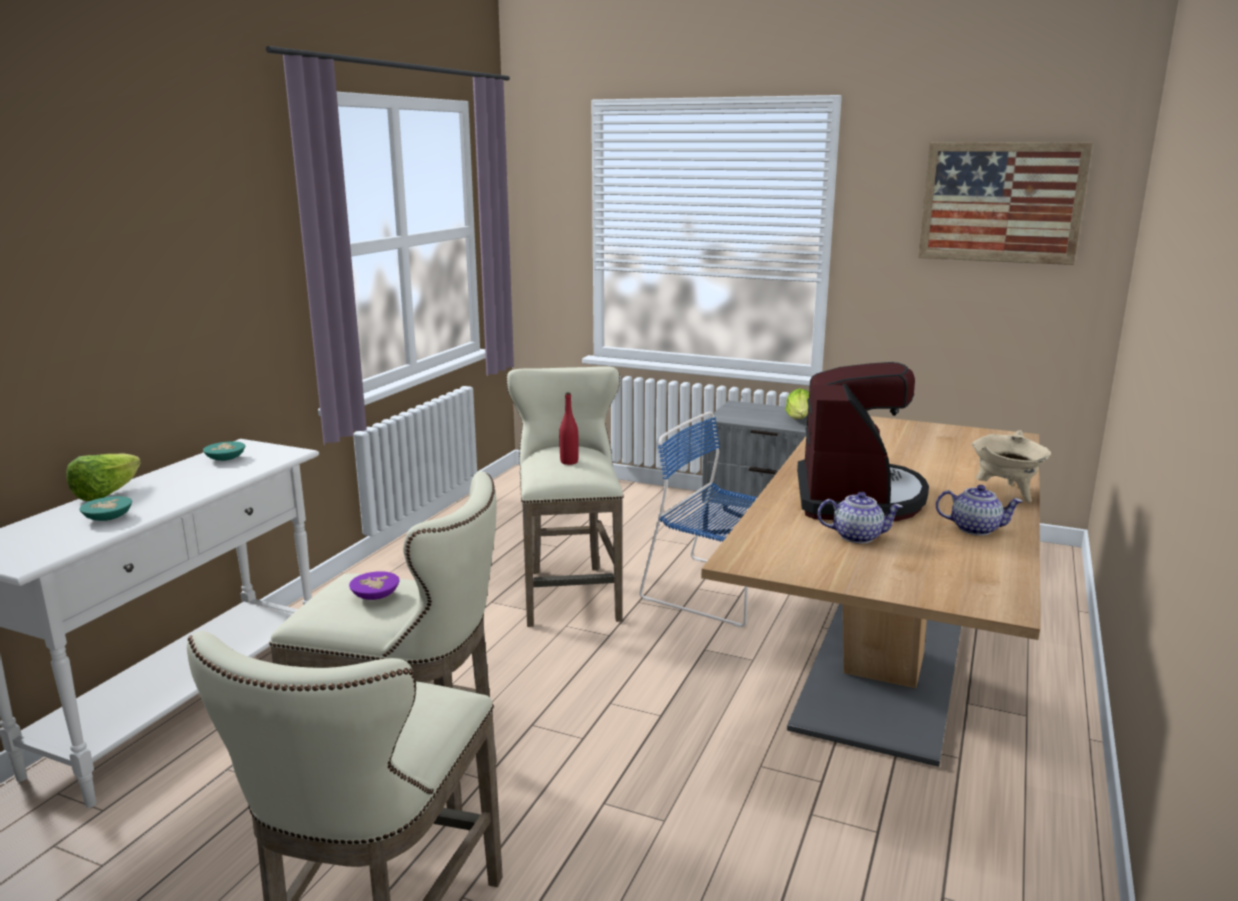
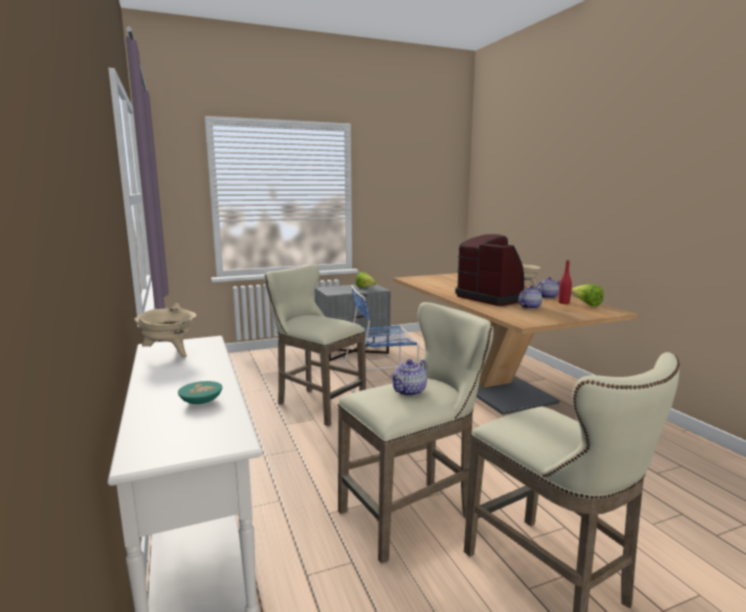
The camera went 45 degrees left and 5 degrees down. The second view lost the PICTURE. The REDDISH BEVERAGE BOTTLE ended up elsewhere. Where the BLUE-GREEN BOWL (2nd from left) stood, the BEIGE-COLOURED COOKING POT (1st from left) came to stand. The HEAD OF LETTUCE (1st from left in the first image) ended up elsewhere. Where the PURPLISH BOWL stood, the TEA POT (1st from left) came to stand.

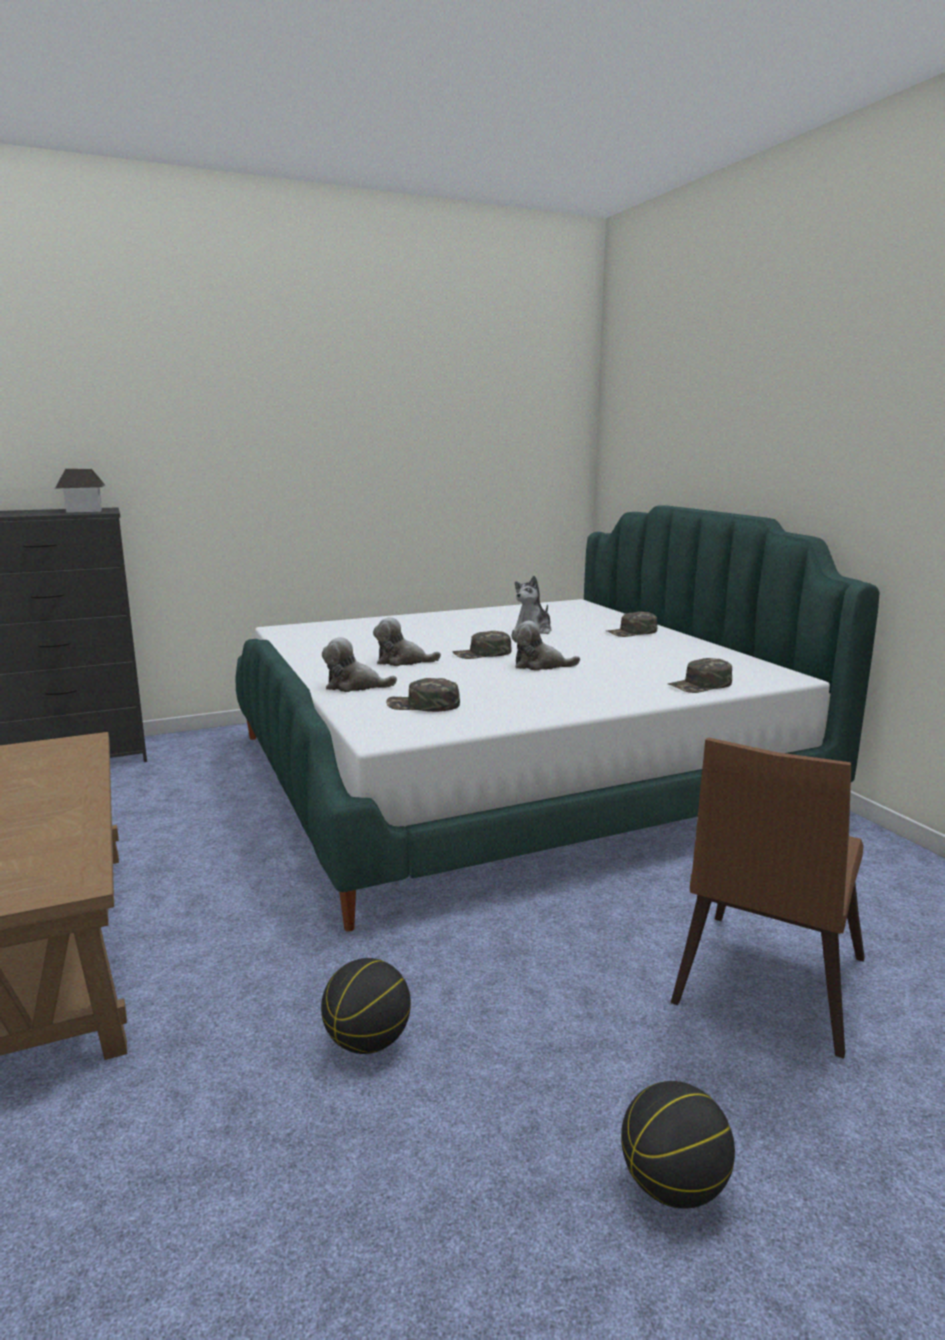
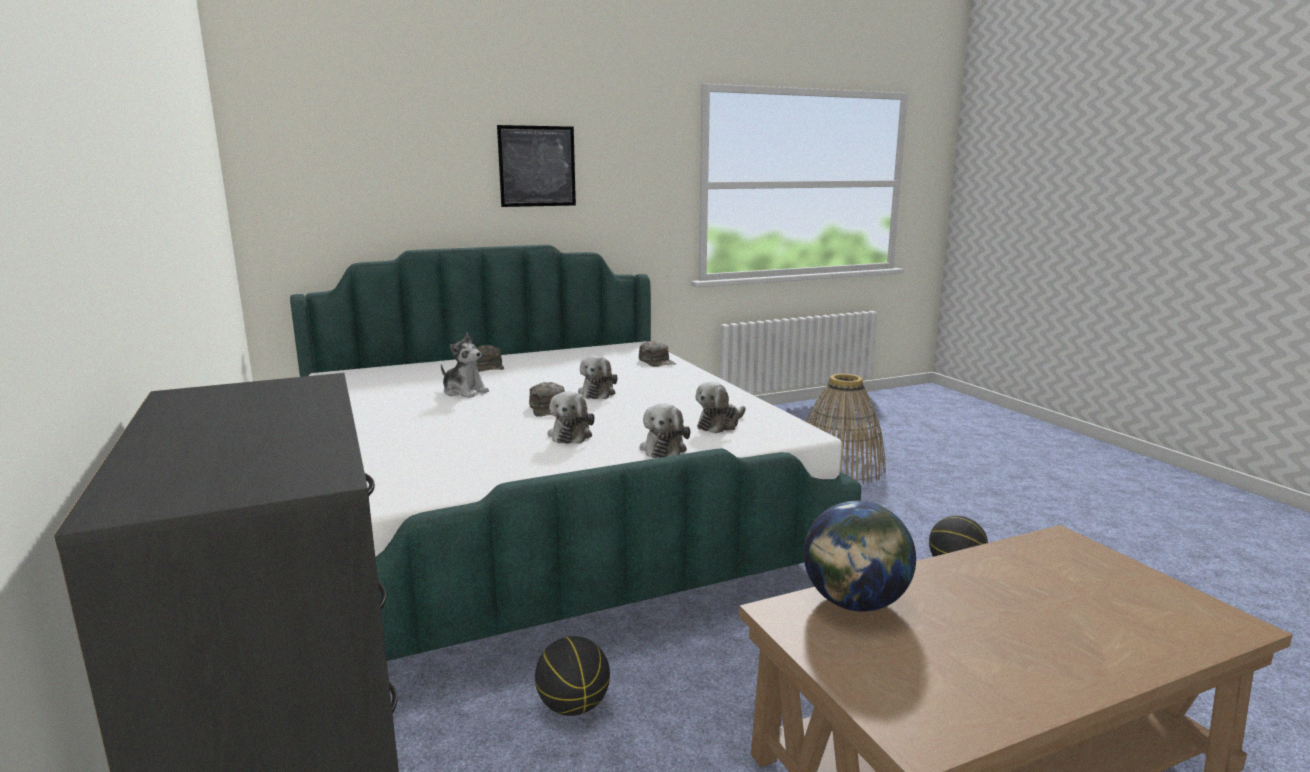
The camera went 90 degrees left and 0 degrees up. The second view lost the TOY HOUSE. Where the GREEN PEAKED CAP (1st from left) stood, the CUDDLY TOY (5th from left) came to stand. Where the BROWNISH CHAIR stood, the BASKET came to stand. The BASKETBALL BALL (2nd from left in the first image) ended up elsewhere. The second view gained the PICTURE. The second view gained the DESK GLOBE.

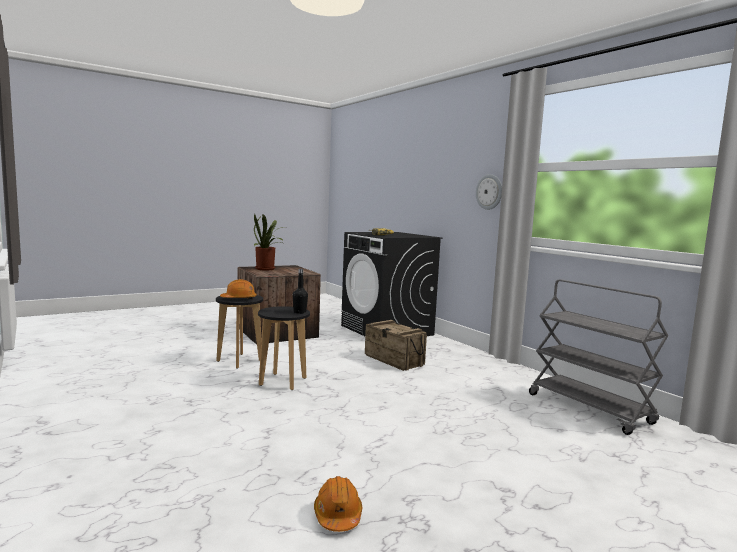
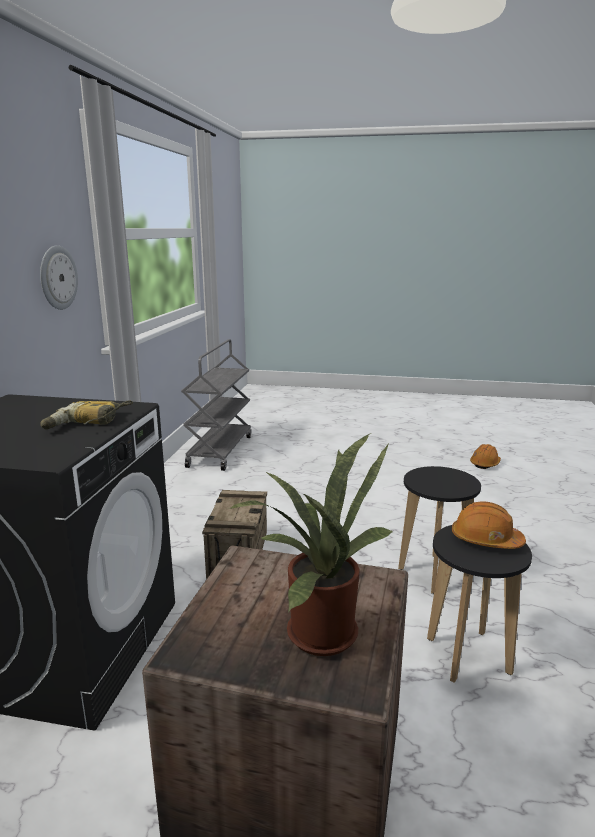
The camera went 135 degrees left and 10 degrees up. The second view lost the BLACKISH BEVERAGE BOTTLE.

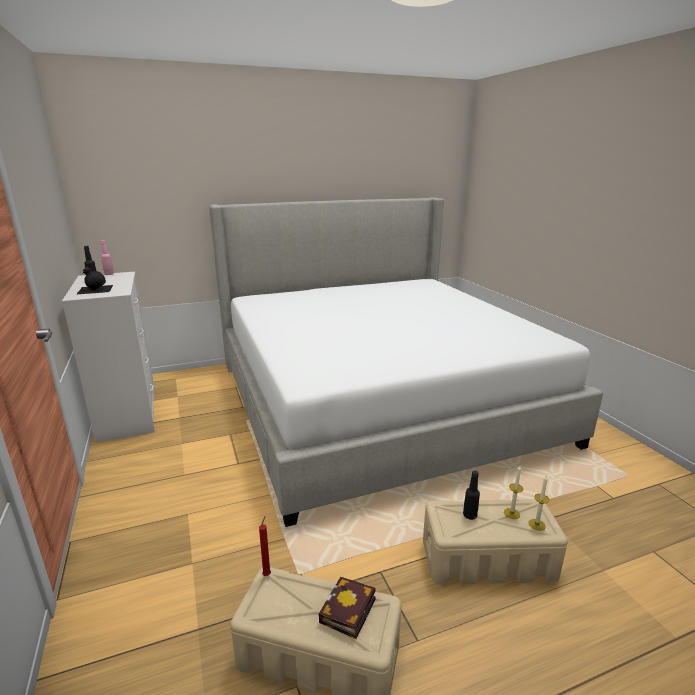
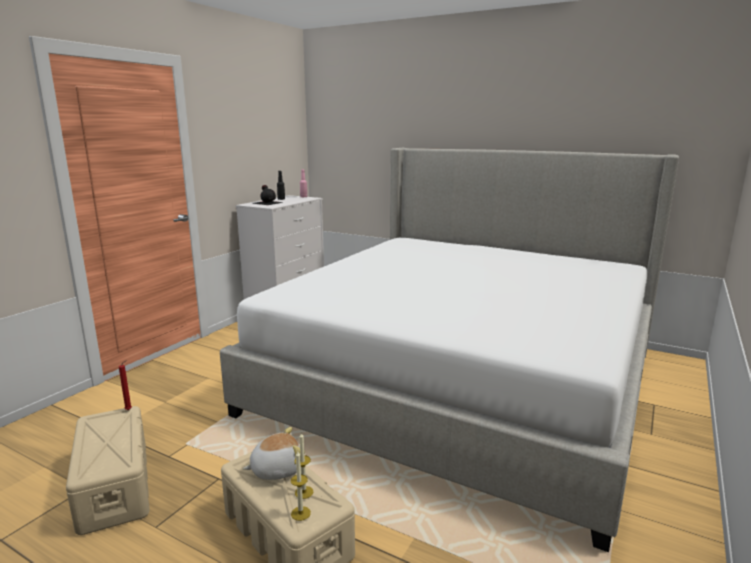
The camera went 50 degrees right and 5 degrees down. Where the BLACKISH BEVERAGE BOTTLE (3rd from left) stood, the CUDDLY TOY came to stand. The second view lost the BOUND BOOK.

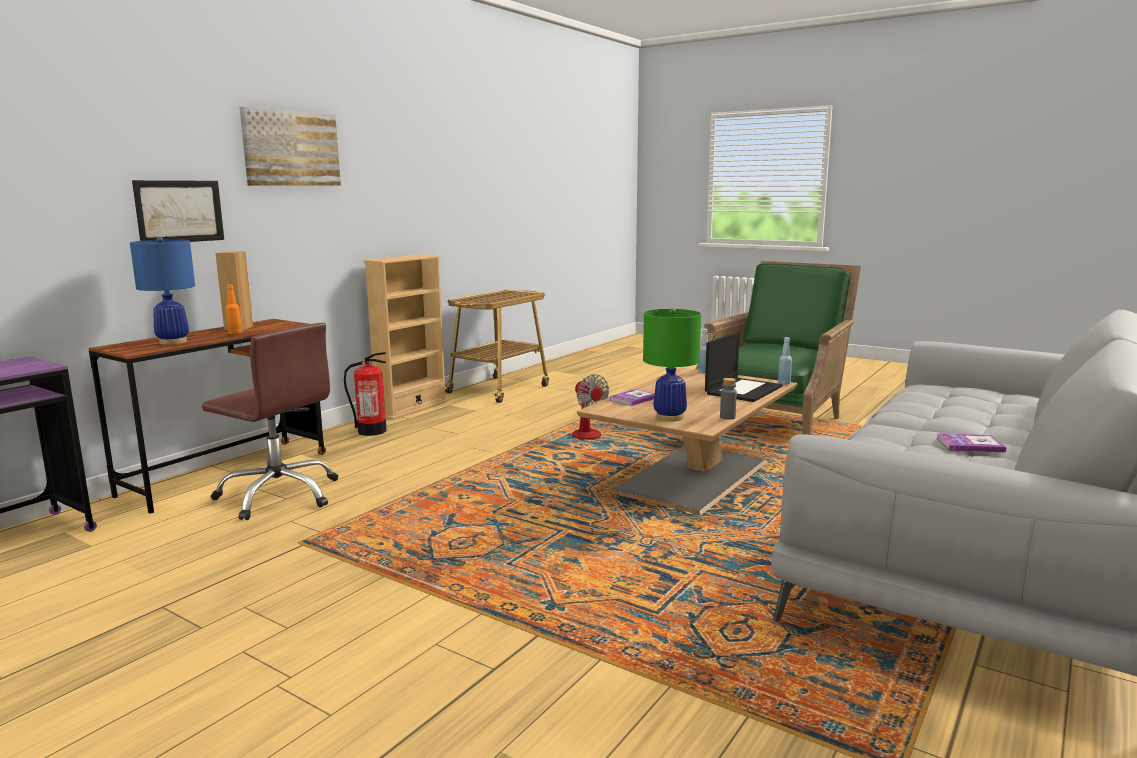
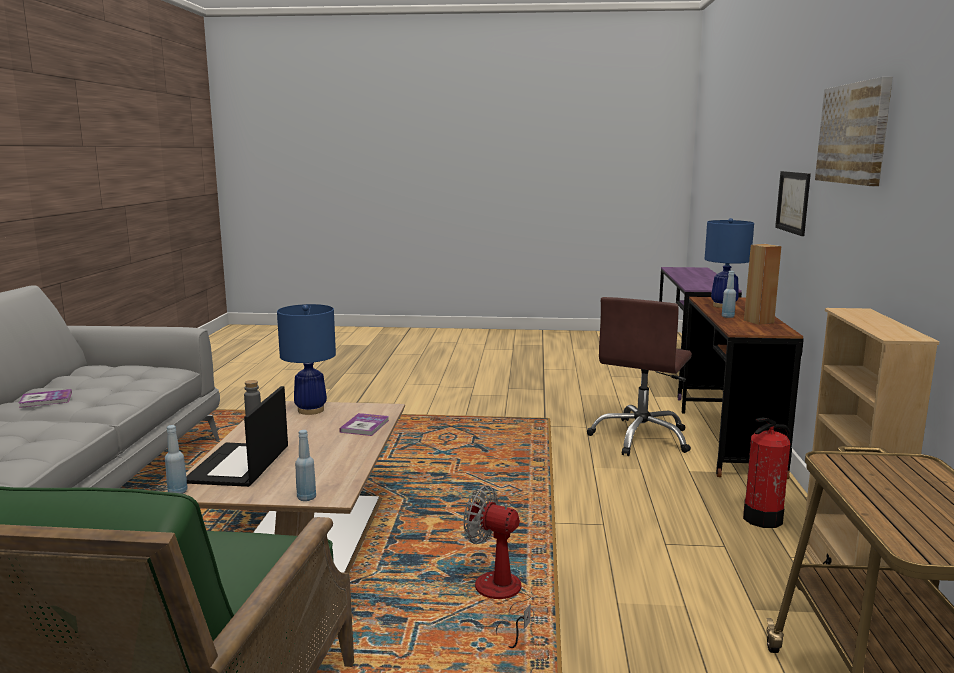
The camera went 150 degrees right and 0 degrees up. What was the ORANGE BEVERAGE BOTTLE turned into the BLUE-COLOURED BEVERAGE BOTTLE (3rd from left). What was the GREEN LAMP FOR A TABLE turned into the BLUE-COLOURED LAMP FOR A TABLE (1st from left). The BROWNISH OFFICE CHAIR ended up facing another way, 60 degrees counterclockwise from before.

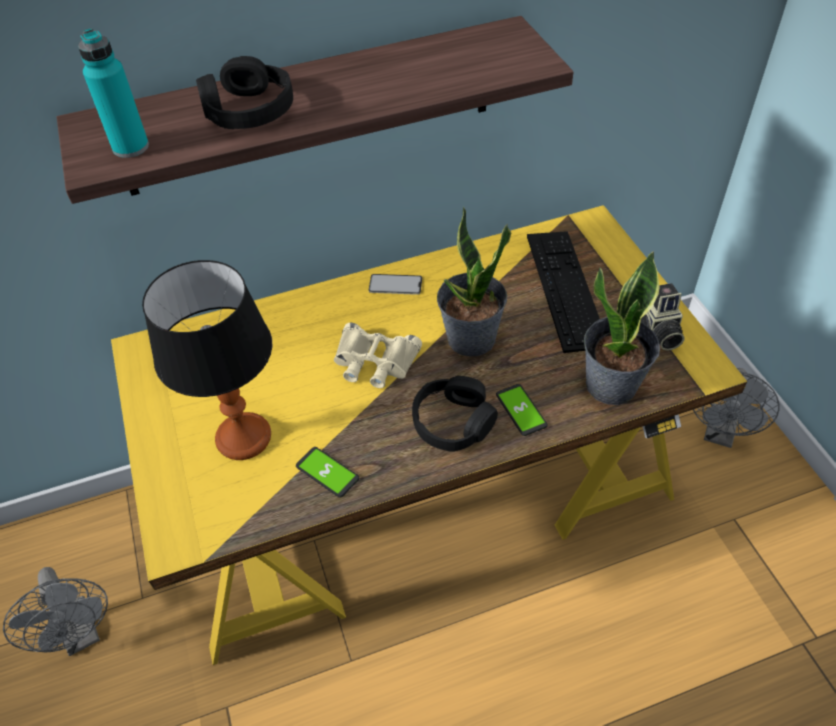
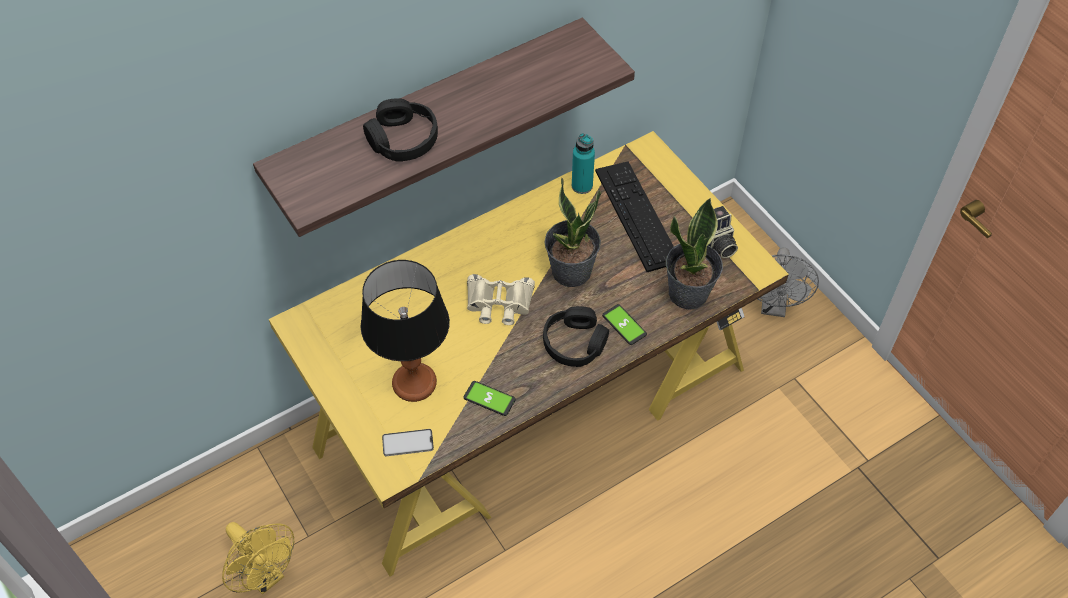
The camera went 15 degrees left and 5 degrees up. The BLUE-GREEN BEVERAGE BOTTLE ended up elsewhere. The HANDSET (2nd from left in the first image) ended up elsewhere. What was the GREYISH FAN (1st from left) turned into the YELLOW FAN.

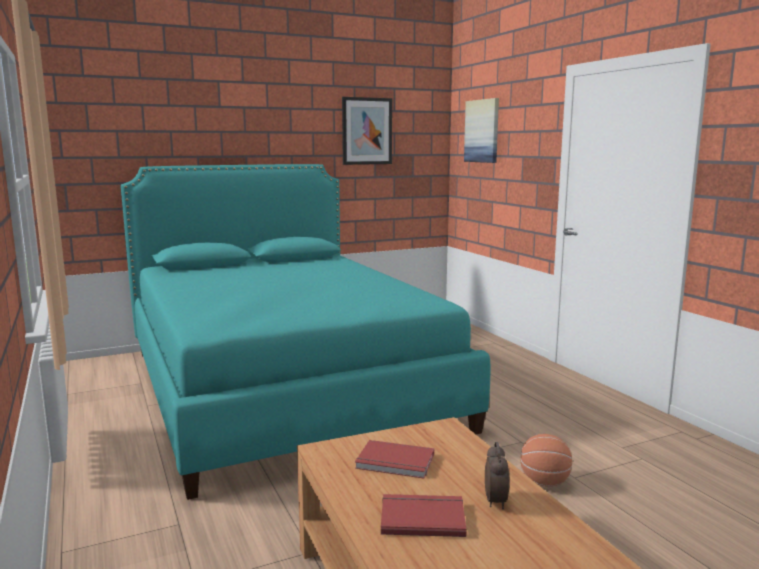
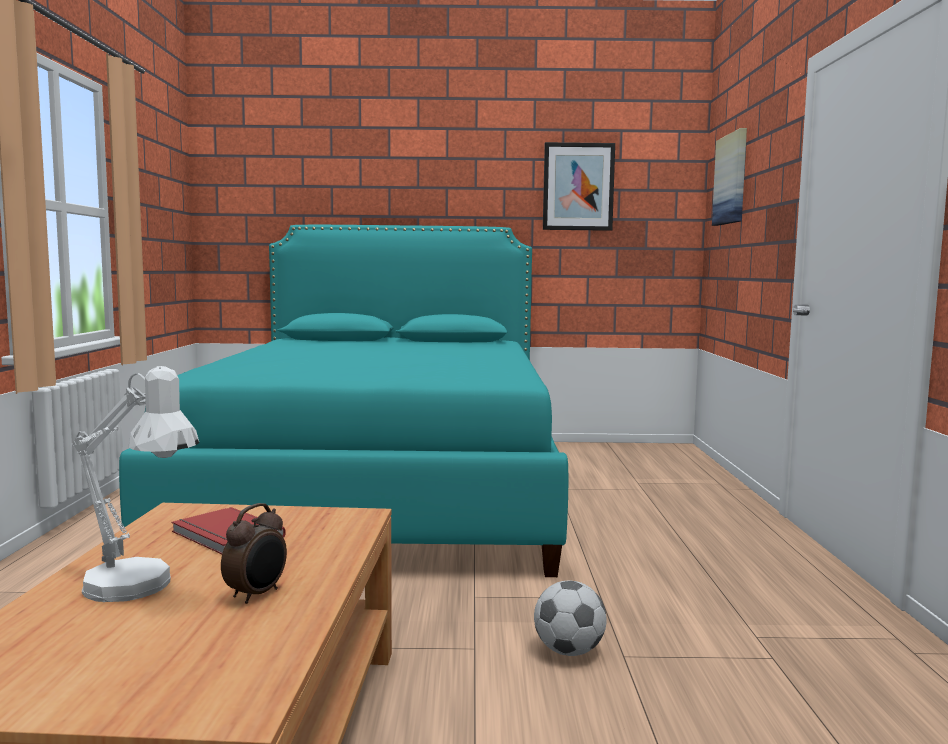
The camera went 25 degrees right and 5 degrees down. Where the BASKETBALL BALL stood, the FOOTBALL came to stand. Where the REDDISH BOUND BOOK (2nd from left) stood, the WHITE-COLOURED LAMP FOR A TABLE came to stand.

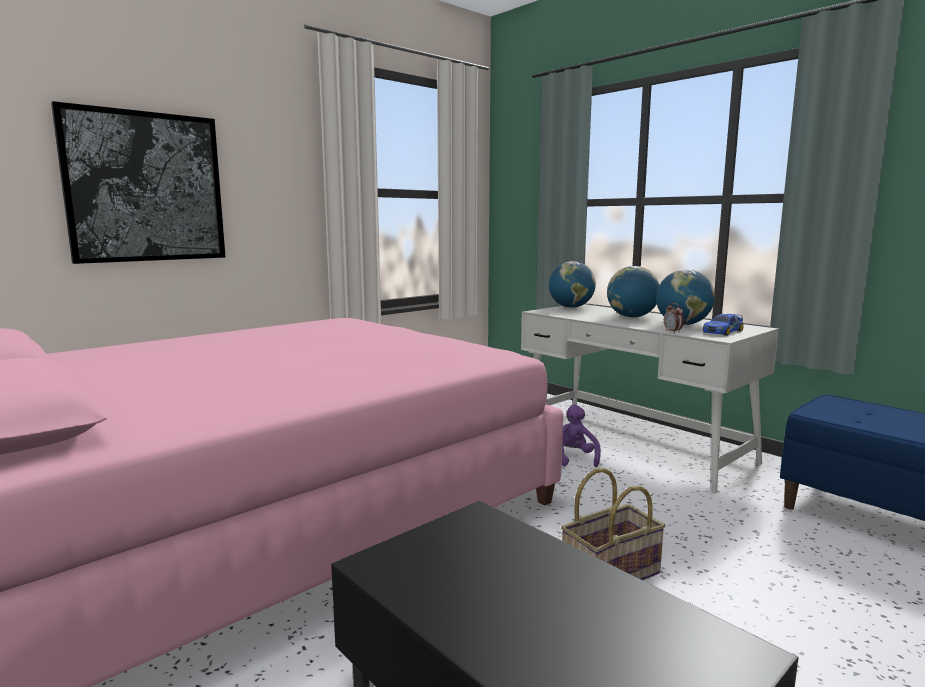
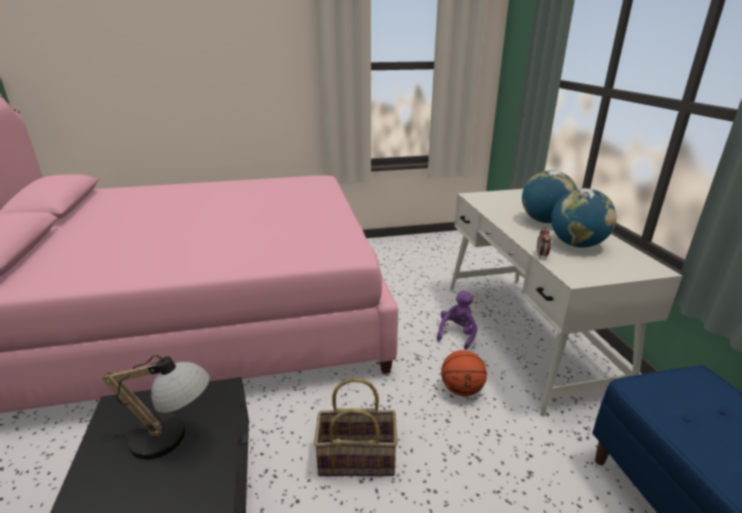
The camera went 30 degrees right and 15 degrees up. The second view lost the PICTURE. The second view lost the DESK GLOBE (1st from left). The second view lost the MINIATURE CAR. The second view gained the BASKETBALL BALL. The second view gained the LAMP FOR A TABLE.

